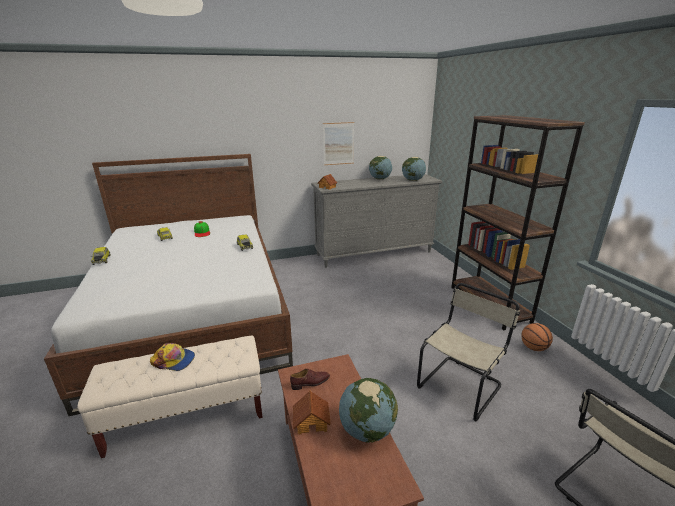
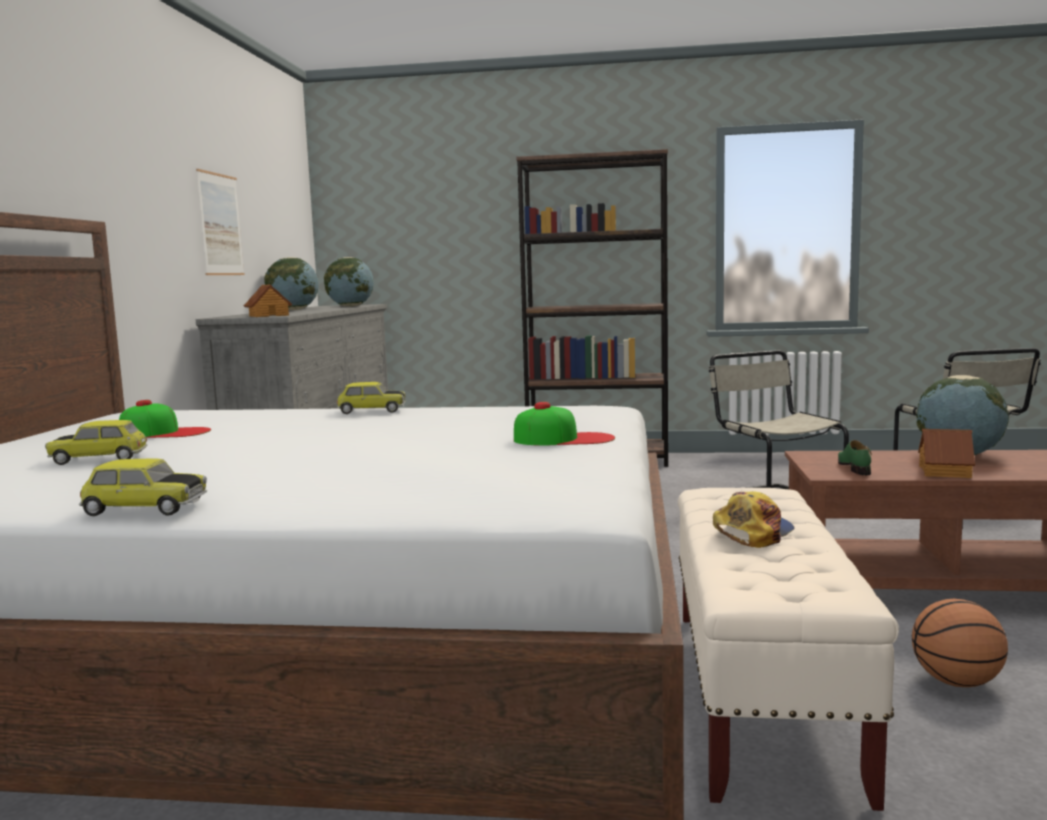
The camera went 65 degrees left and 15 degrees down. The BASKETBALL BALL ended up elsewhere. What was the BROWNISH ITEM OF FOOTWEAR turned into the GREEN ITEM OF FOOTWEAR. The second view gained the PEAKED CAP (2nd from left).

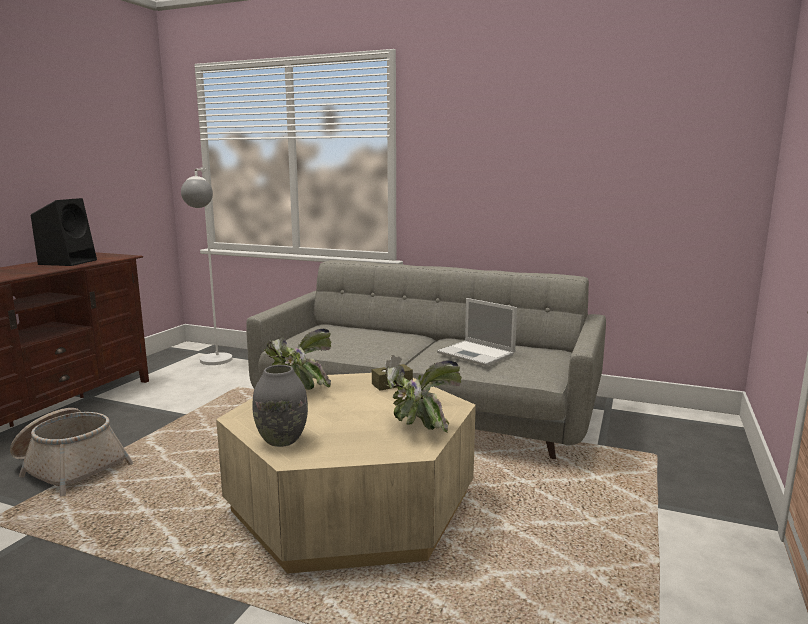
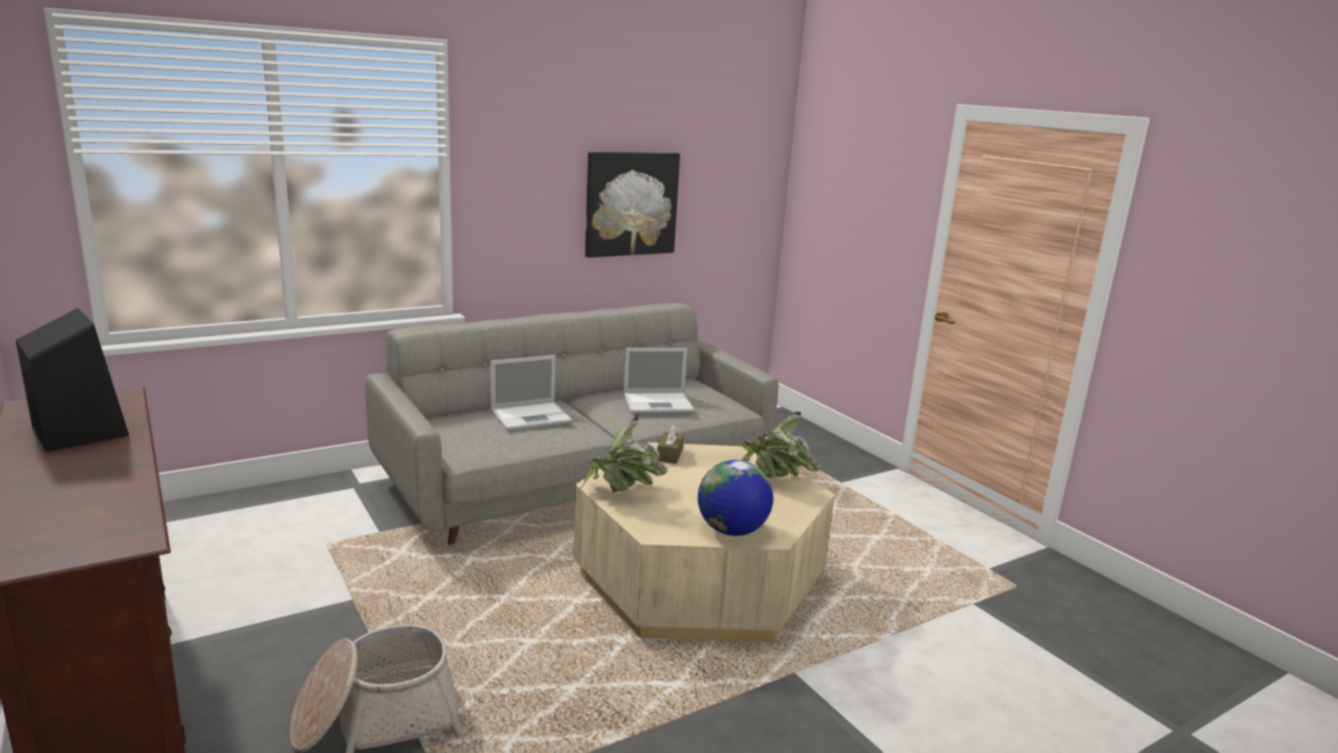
The camera went 55 degrees left and 5 degrees up. The second view lost the WHITE-COLOURED FLOOR LAMP. Where the GREYISH VASE stood, the DESK GLOBE came to stand. The second view gained the PICTURE. The second view gained the NOTEBOOK COMPUTER (1st from left).

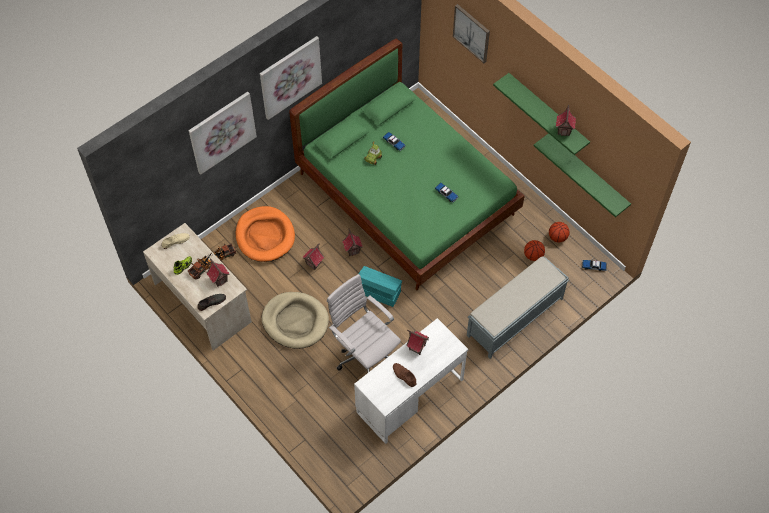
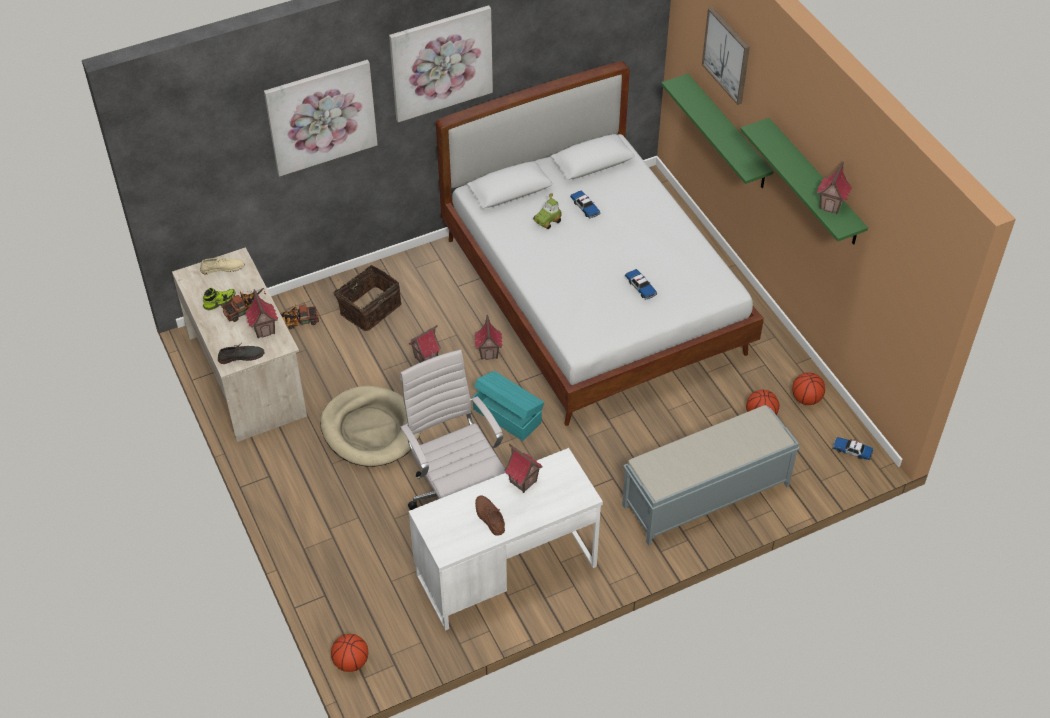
The camera went 15 degrees right and 10 degrees down. What was the GREEN SLEEPING BED turned into the WHITE-COLOURED SLEEPING BED. The GREEN WALL SHELF (2nd from left in the first image) ended up elsewhere. Where the ORANGE PET BED stood, the BASKET came to stand. The second view gained the BASKETBALL BALL (1st from left).

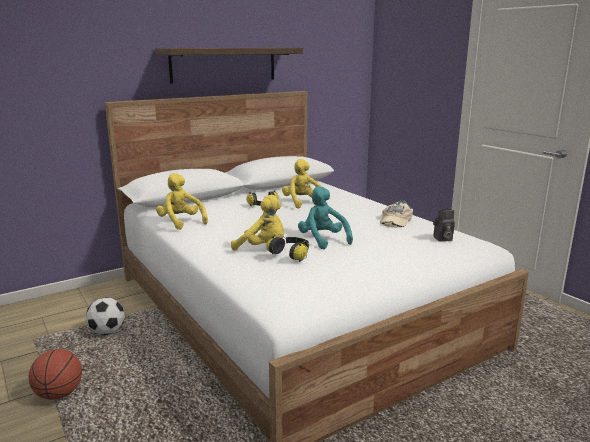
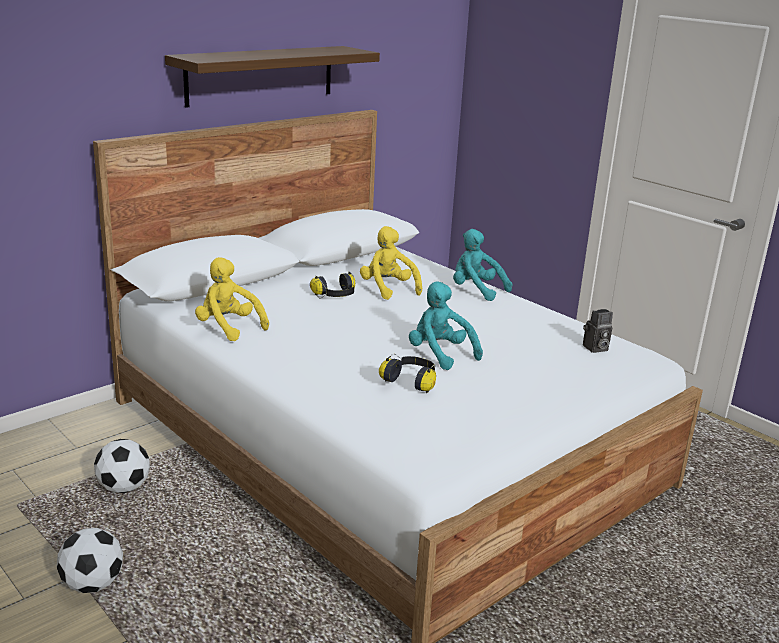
The camera went 10 degrees left and 5 degrees up. The second view lost the YELLOW CUDDLY TOY (2nd from left). The second view lost the BEIGE-COLOURED PEAKED CAP. Where the BASKETBALL BALL stood, the FOOTBALL (1st from left) came to stand. The second view gained the BLUE-GREEN CUDDLY TOY (2nd from left).

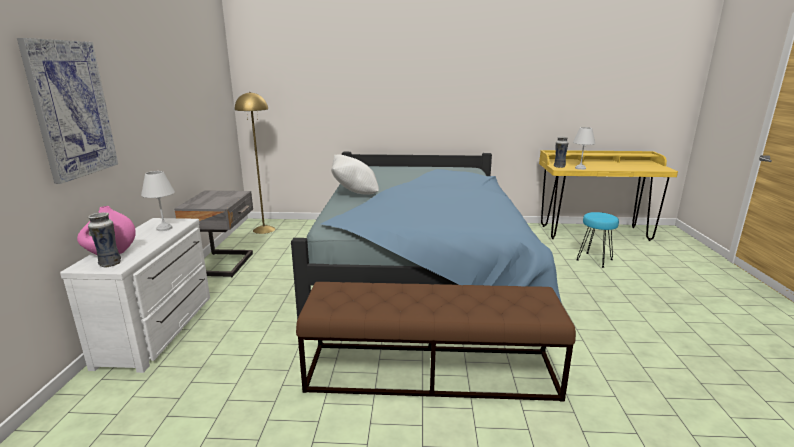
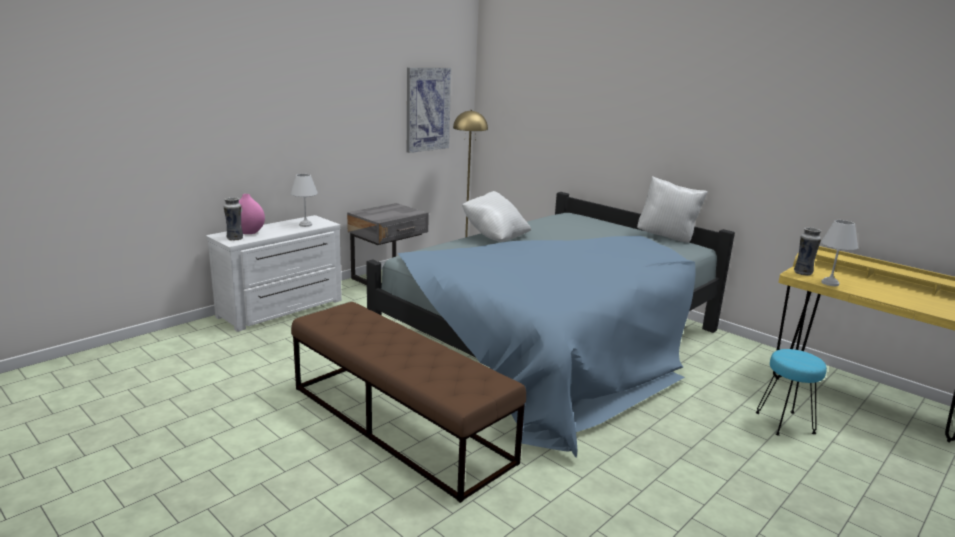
The camera went 40 degrees right and 0 degrees up. The PICTURE ended up elsewhere. The second view gained the WHITE-COLOURED CUSHION (2nd from left).

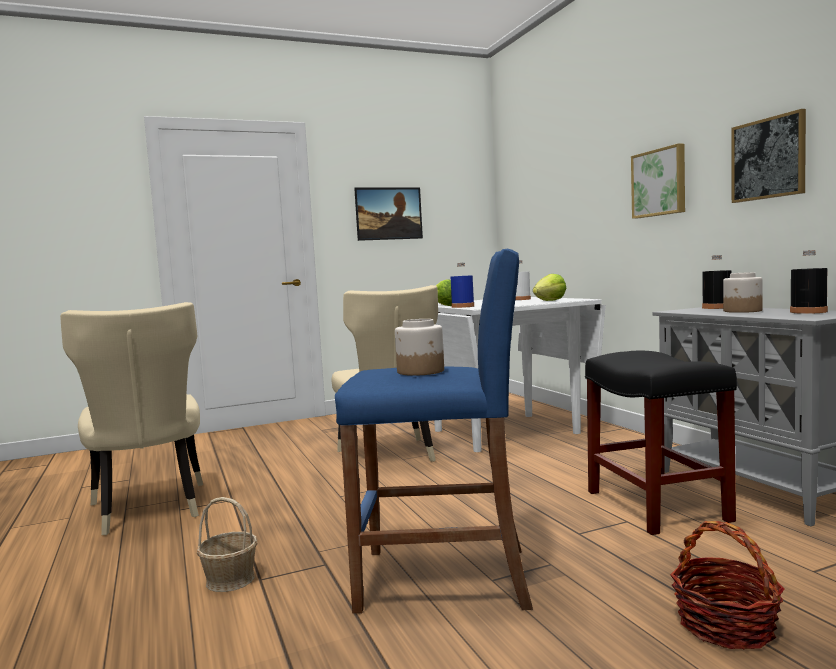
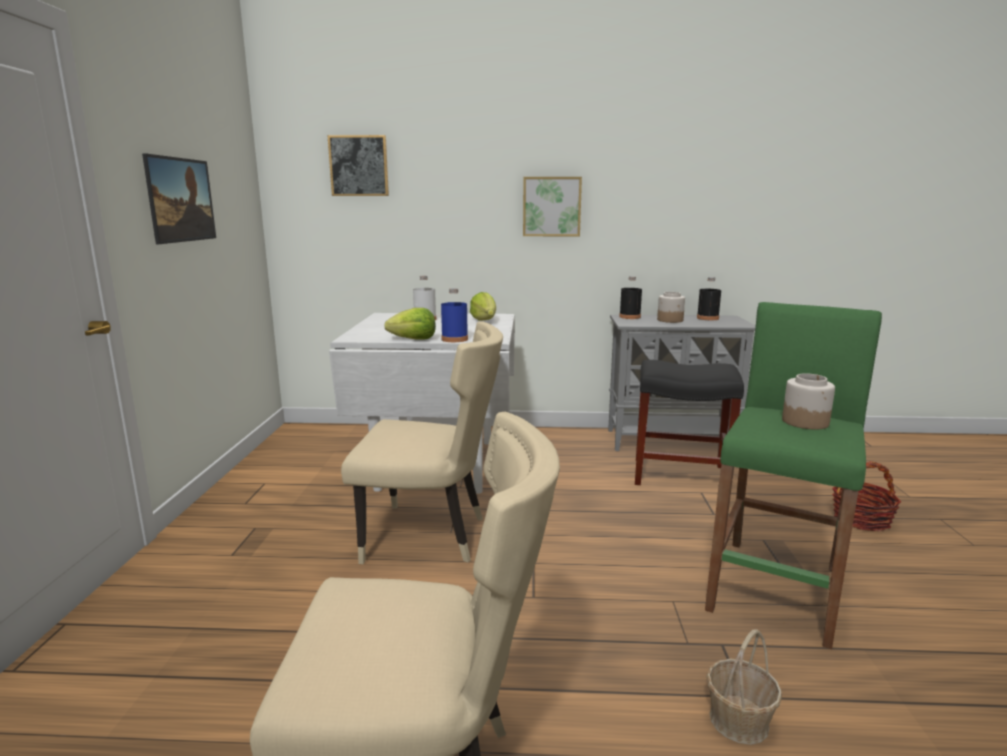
The camera went 65 degrees left and 10 degrees up. The PICTURE (3rd from left in the first image) ended up elsewhere. What was the BLUE-COLOURED STOOL SEAT turned into the GREEN STOOL SEAT.

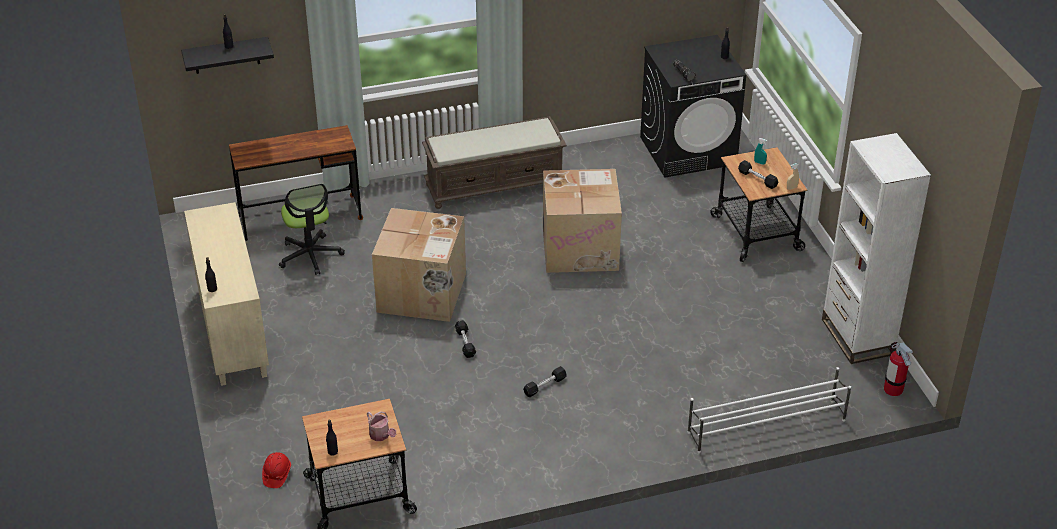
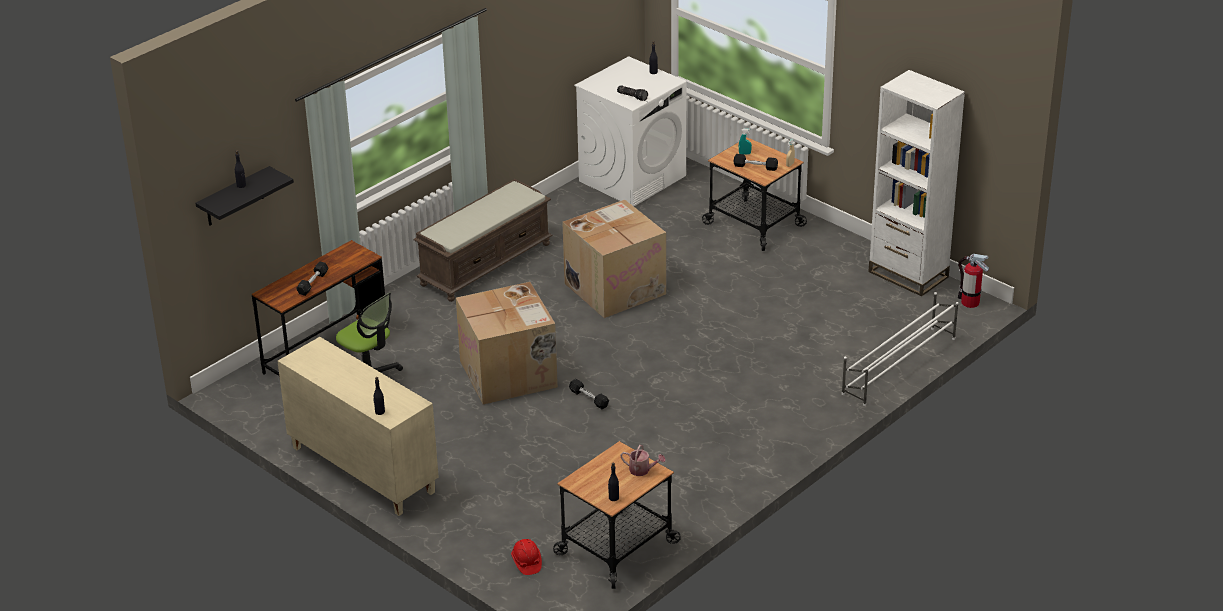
The camera went 30 degrees left and 5 degrees down. What was the BLACKISH LAUNDRY APPLIANCE turned into the WHITE-COLOURED LAUNDRY APPLIANCE. The BLACKISH DUMBBELL (2nd from left in the first image) ended up elsewhere.

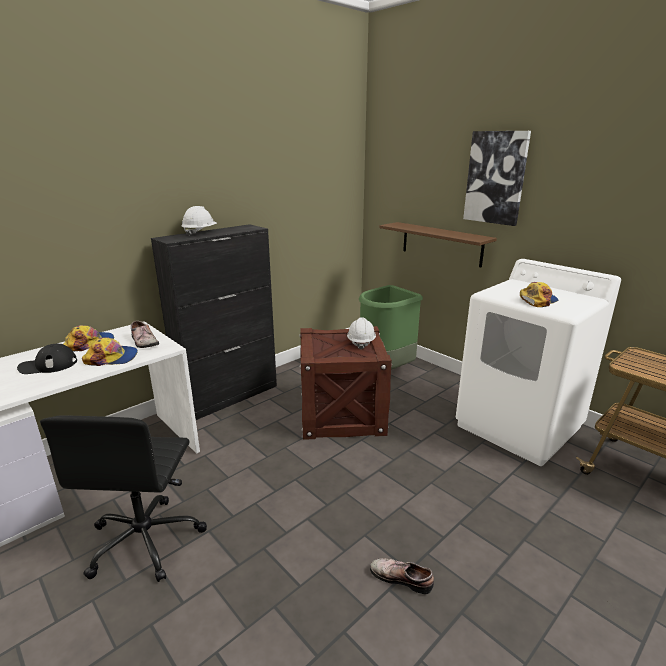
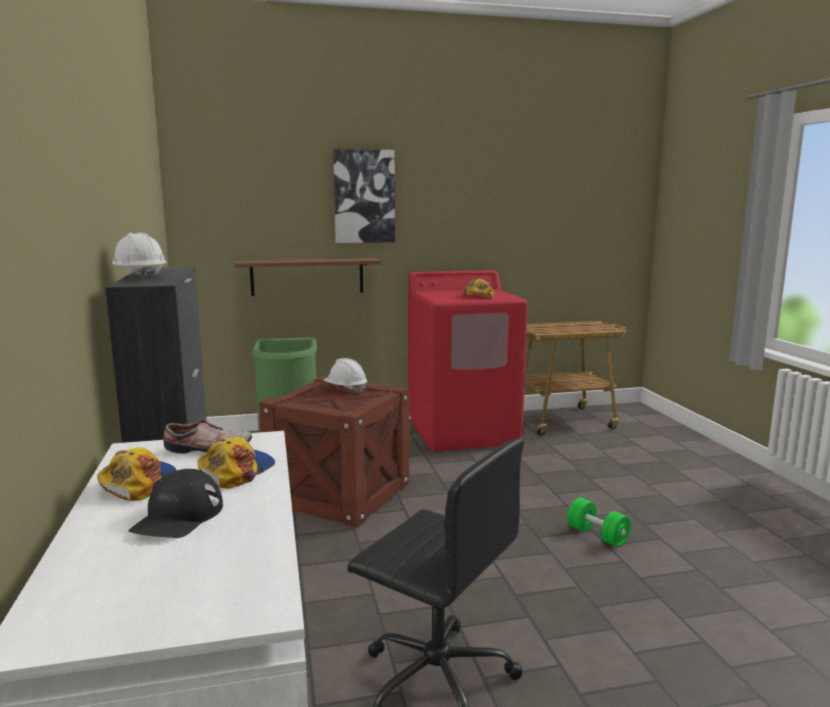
The camera went 60 degrees left and 10 degrees down. What was the WHITE-COLOURED LAUNDRY APPLIANCE turned into the REDDISH LAUNDRY APPLIANCE. Where the ITEM OF FOOTWEAR (2nd from left) stood, the GREEN DUMBBELL came to stand.

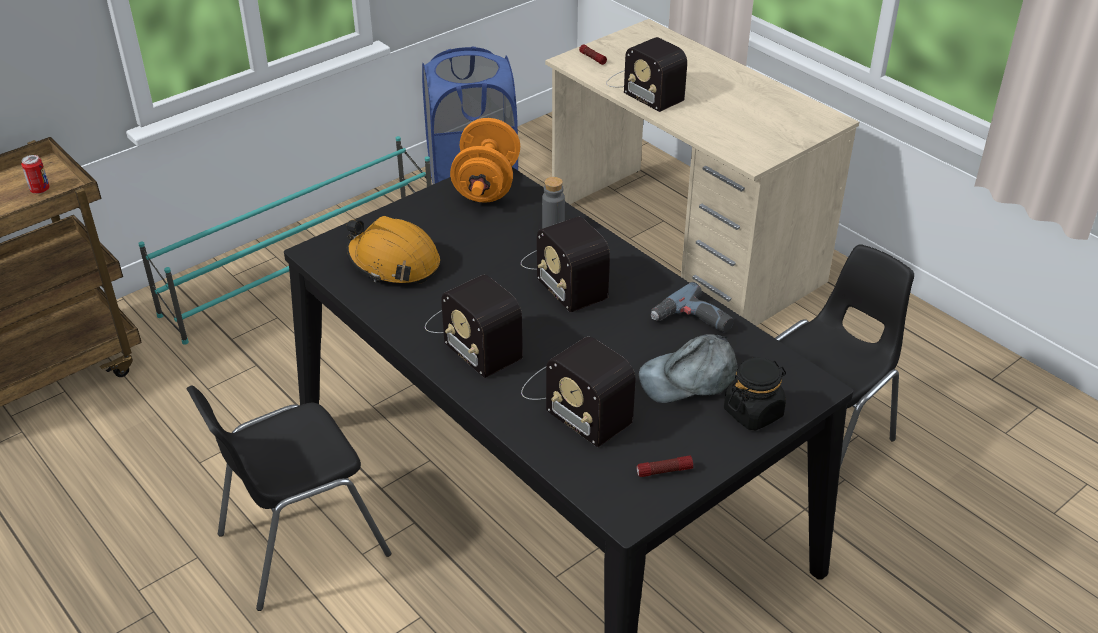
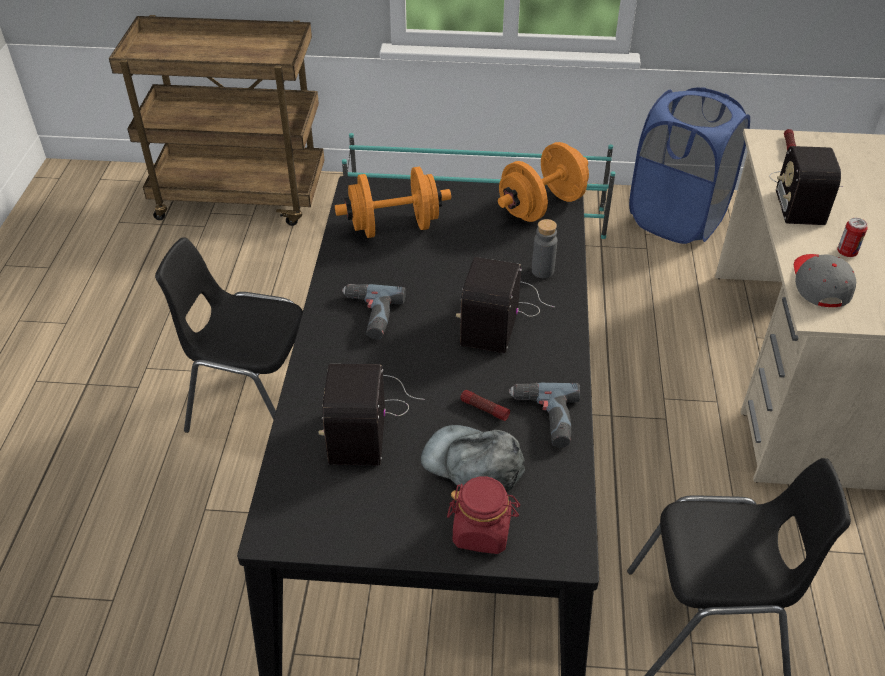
The camera went 45 degrees right and 5 degrees up. The METAL CAN ended up elsewhere. Where the ORANGE WORK HELMET stood, the ORANGE DUMBBELL (1st from left) came to stand. Where the RADIO SET (1st from left) stood, the DRILL (1st from left) came to stand. What was the BLACKISH STORAGE JAR turned into the REDDISH STORAGE JAR. The FLASHLIGHT (2nd from left in the first image) ended up elsewhere. The second view gained the GREYISH PEAKED CAP (2nd from left).

